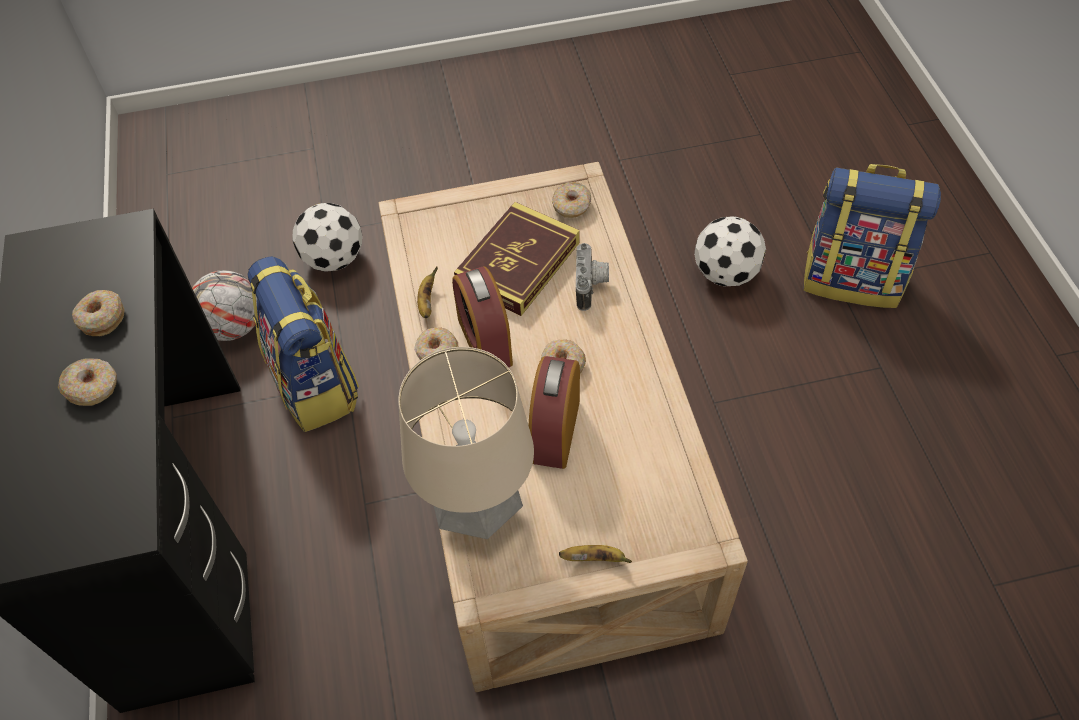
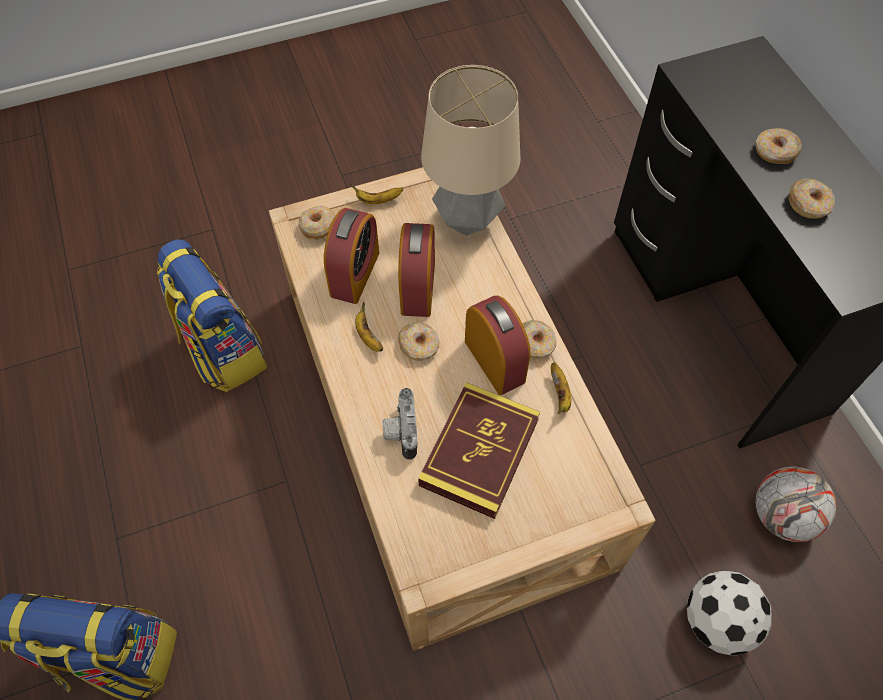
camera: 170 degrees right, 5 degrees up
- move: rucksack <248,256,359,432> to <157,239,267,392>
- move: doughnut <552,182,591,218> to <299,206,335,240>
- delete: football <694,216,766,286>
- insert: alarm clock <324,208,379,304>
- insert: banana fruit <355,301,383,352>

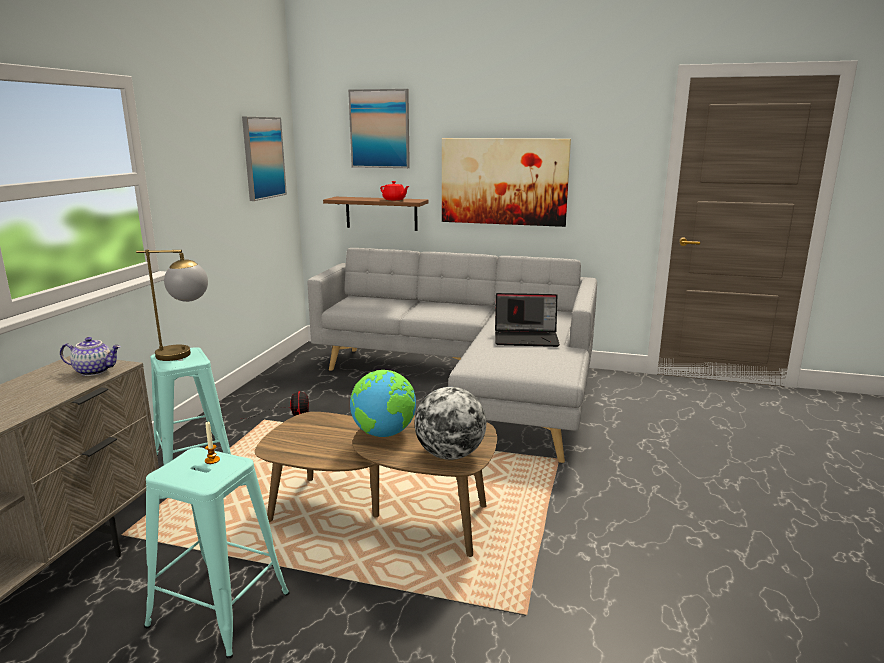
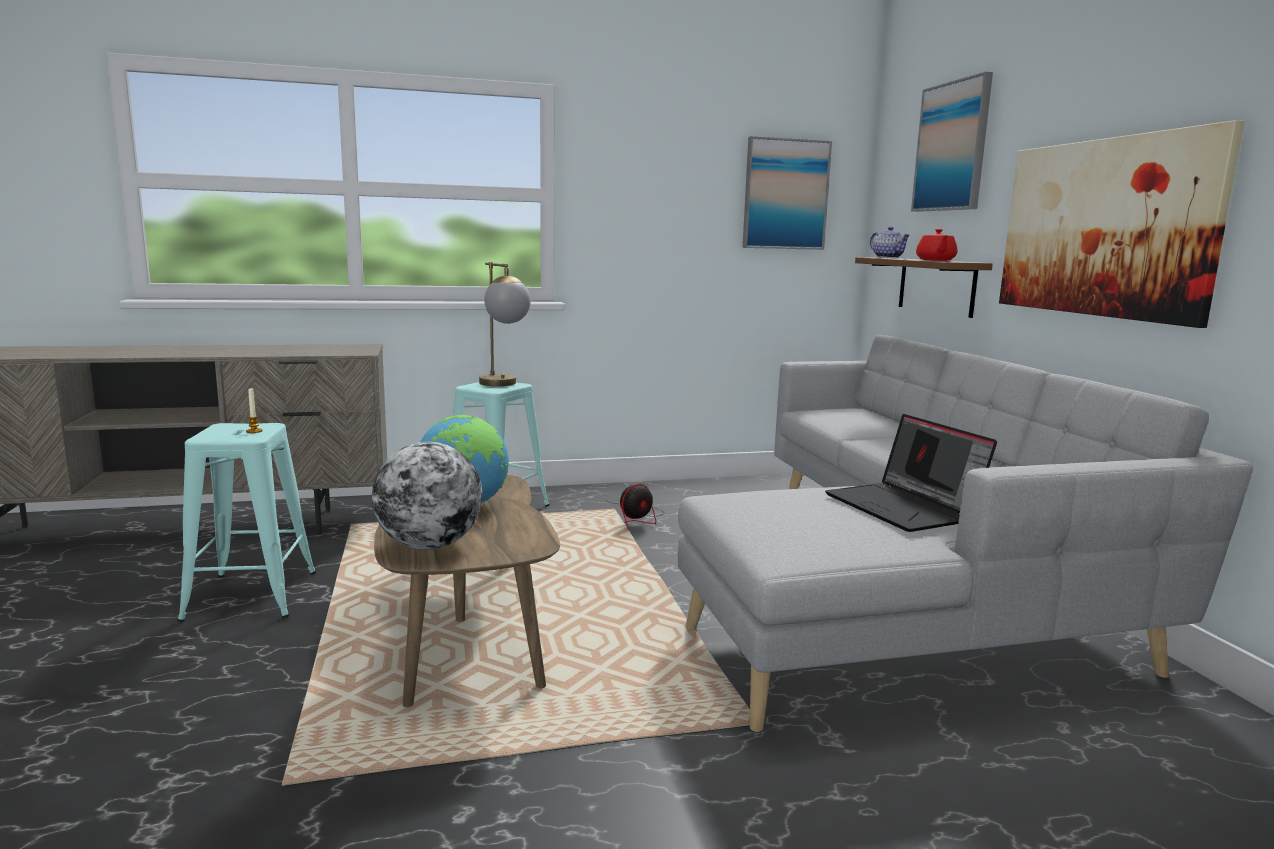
camera: 60 degrees right, 5 degrees down
- move: pot for tea <60,337,121,376> to <870,227,910,258>

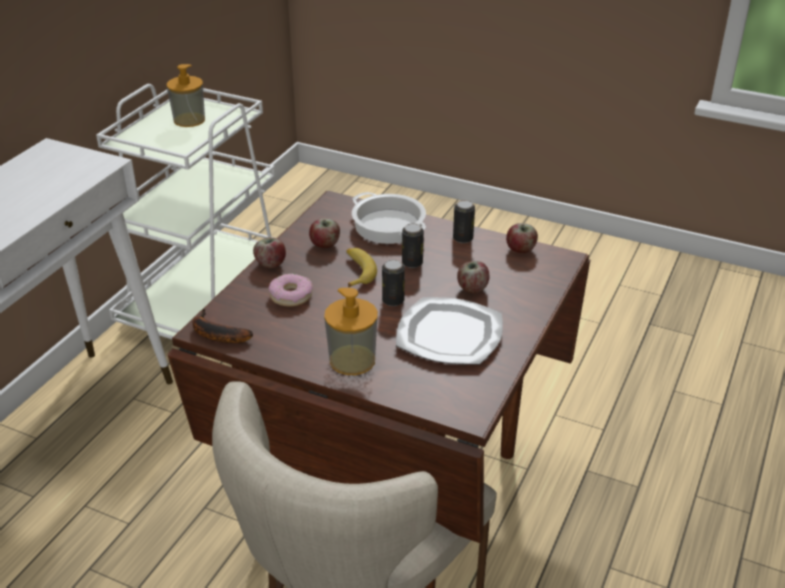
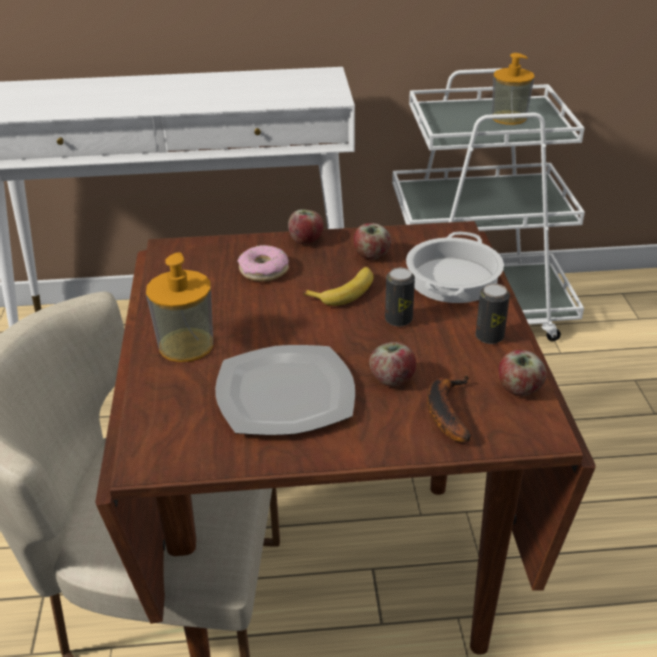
camera: 60 degrees right, 0 degrees up
- move: banana fruit <192,309,253,343> to <427,376,471,442>
- delete: sealed can <382,260,405,306>

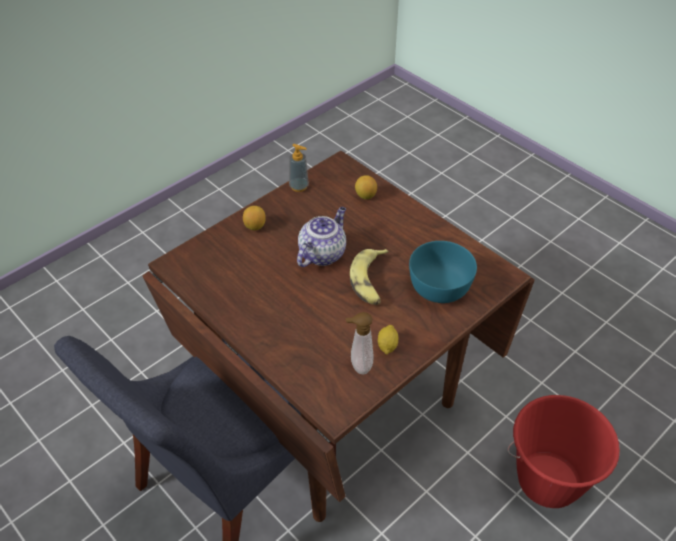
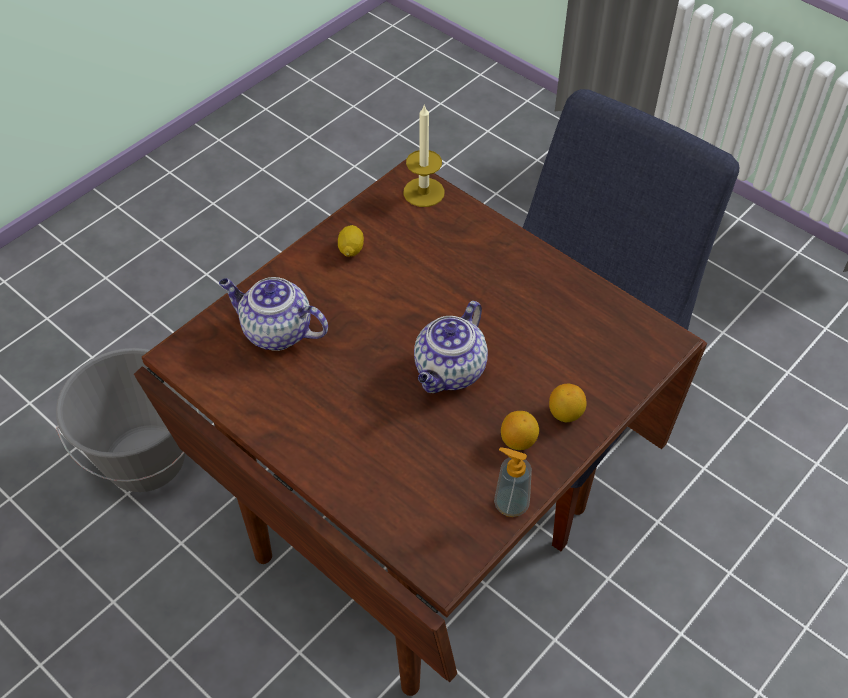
camera: 175 degrees right, 5 degrees up
- delete: soap bottle <346,312,374,375>
- delete: banana fruit <350,249,389,305>
- move: whole lemon <355,175,377,199> to <501,411,539,450>
- replace: serving bowl in turquoise <409,241,477,303> to pot for tea <219,277,328,351>
- recolor: water bucket in reddish <507,395,620,508> to water bucket in grey <56,348,199,492>
- insert: wax light <403,104,444,207>

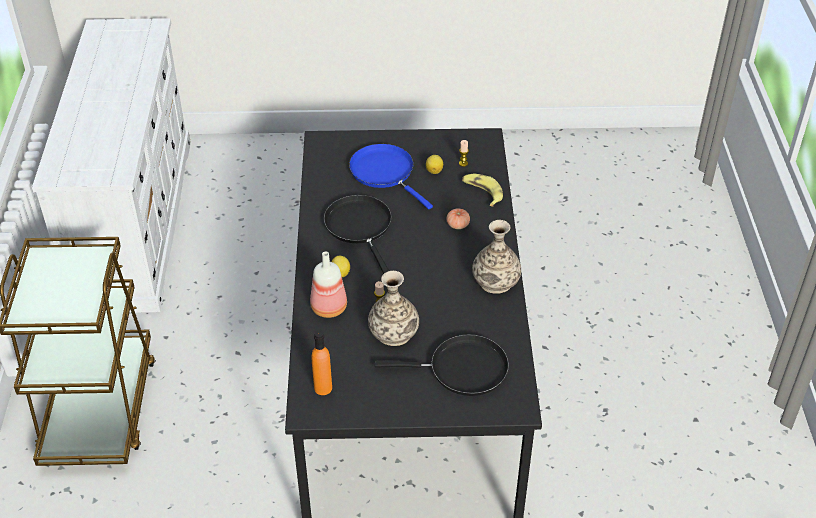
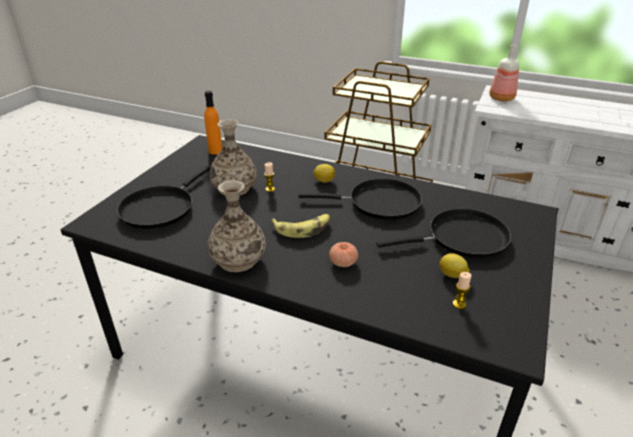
camera: 115 degrees right, 10 degrees down
- move: bottle <310,251,347,318> to <489,44,519,101>
- recolor: skillet in blue <349,144,433,209> to skillet in black-coloured <376,208,511,258>
- move: banana fruit <462,174,503,207> to <271,214,330,238>

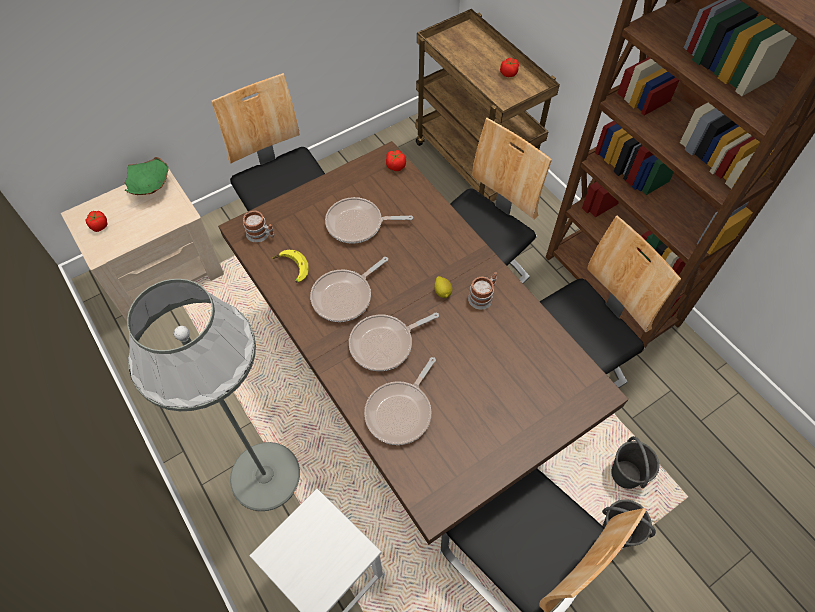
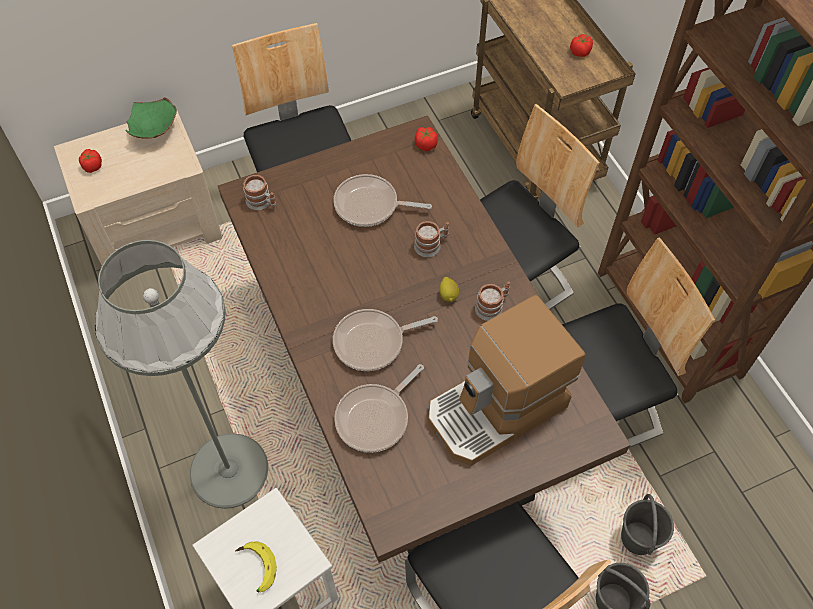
camera: 10 degrees right, 0 degrees up
- move: banana fruit <272,250,309,282> to <235,542,277,593>
- delete: skillet <310,257,388,322>
- insert: mug <414,221,449,257>
- insert: coffee brewer <428,295,586,466>

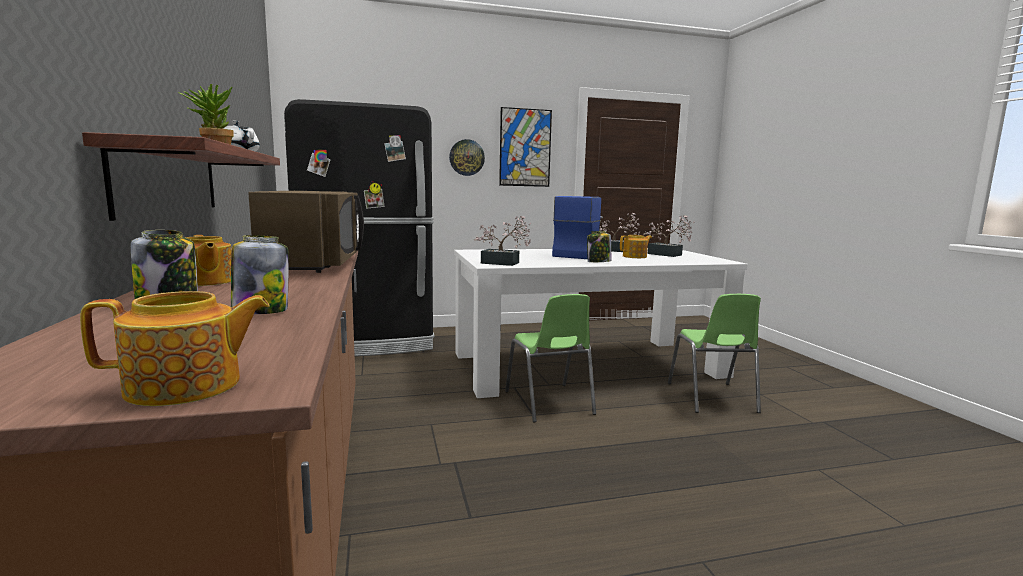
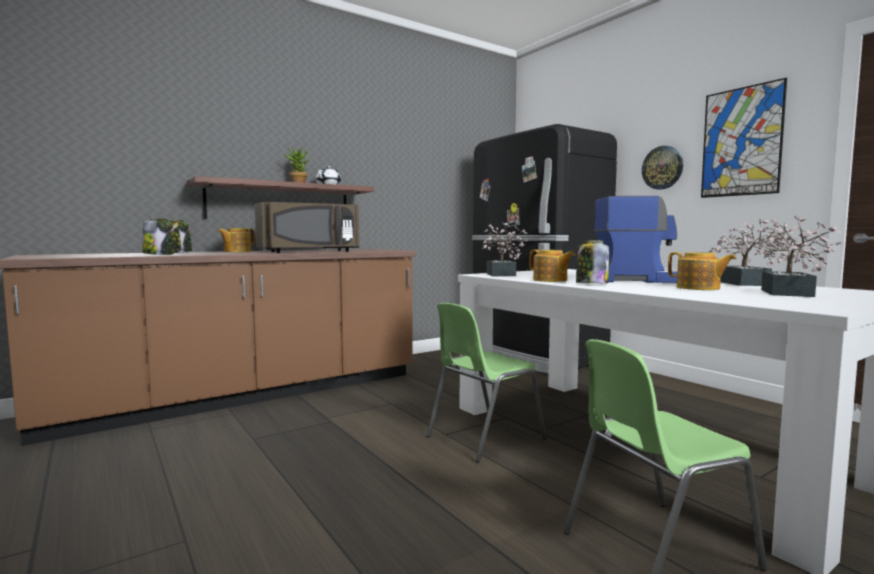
camera: 70 degrees right, 5 degrees down
- move: pot for tea <80,291,270,406> to <529,250,575,282>

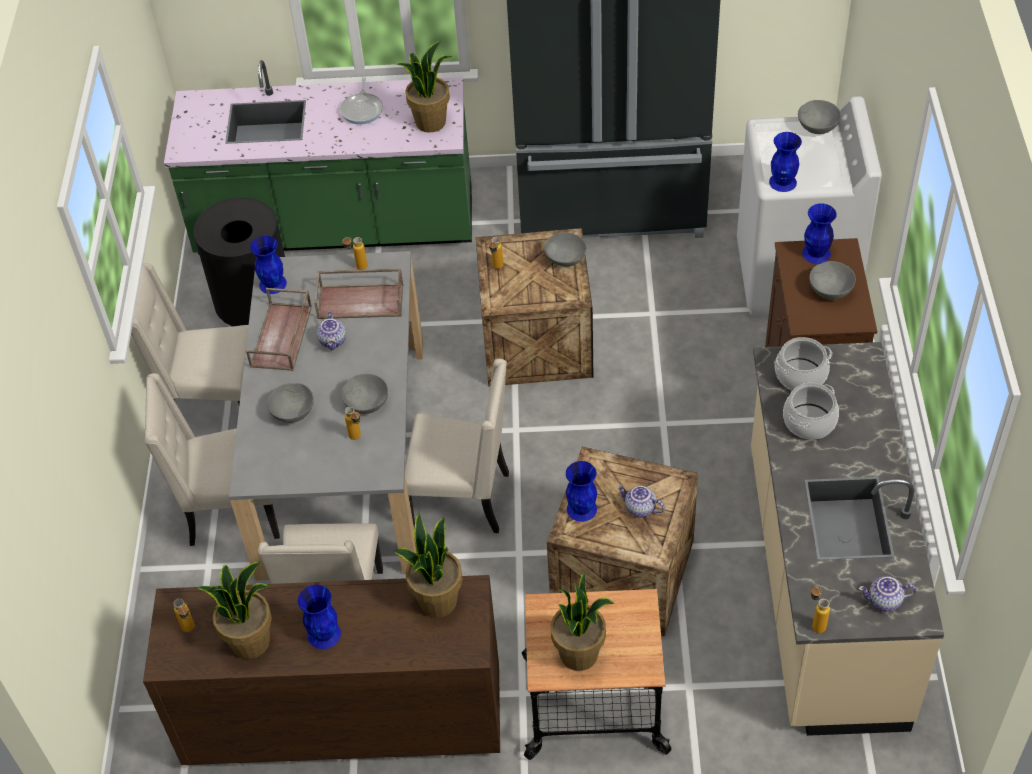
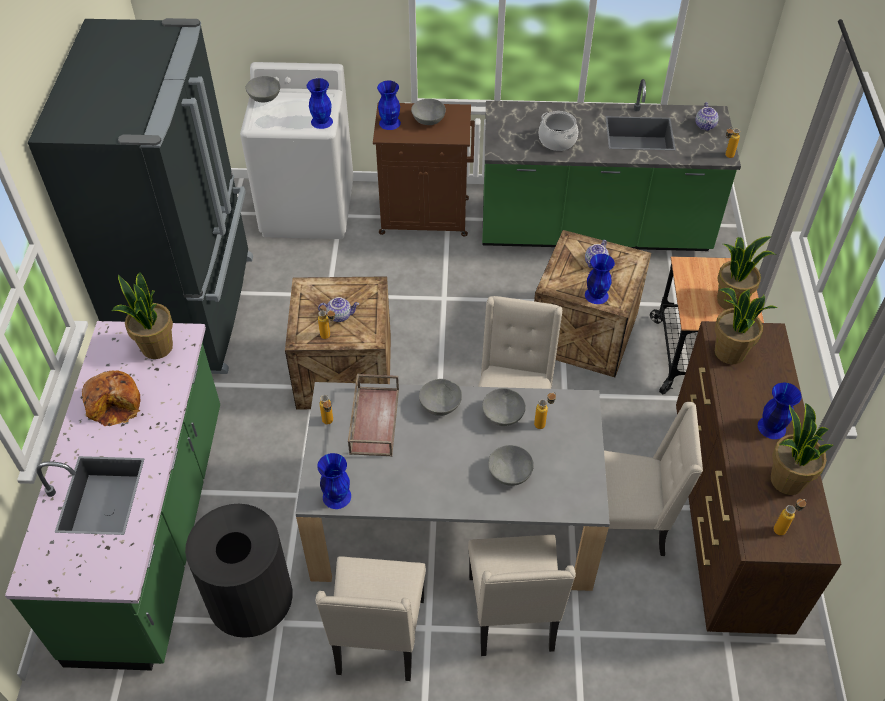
camera: 90 degrees left, 0 degrees up
- delete: serving tray in brown <246,288,312,371>
- move: pot for tea <317,311,346,350> to <318,297,359,322>
- replace: skillet <340,77,383,124> to bakery bread <82,371,141,426>
- move: serving bowl in grey <544,232,587,267> to <419,379,462,416>
- recolor: kitchen counter in sand-coloured <751,342,944,736> to kitchen counter in green-coloured <482,79,741,251>
- delete: cooking pot <774,337,832,390>

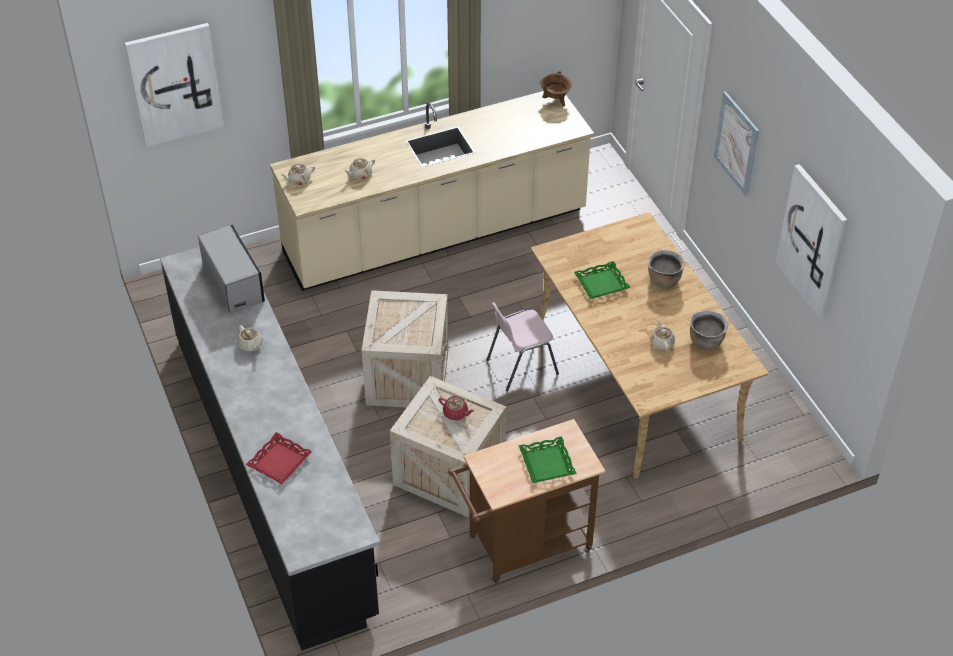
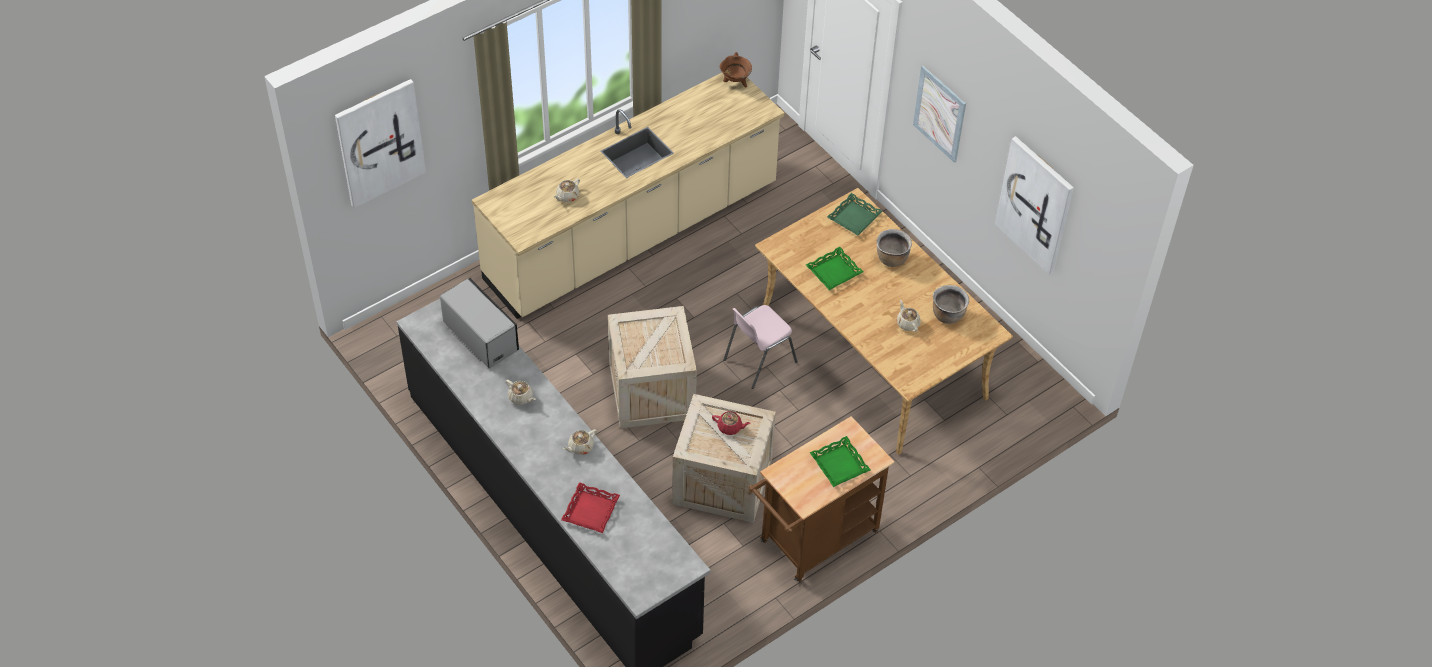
camera: 15 degrees left, 5 degrees up
- move: pot for tea in sand-coloured <280,164,315,185> to <563,429,597,455>
- insert: serving tray in green-coloured <827,193,883,236>

